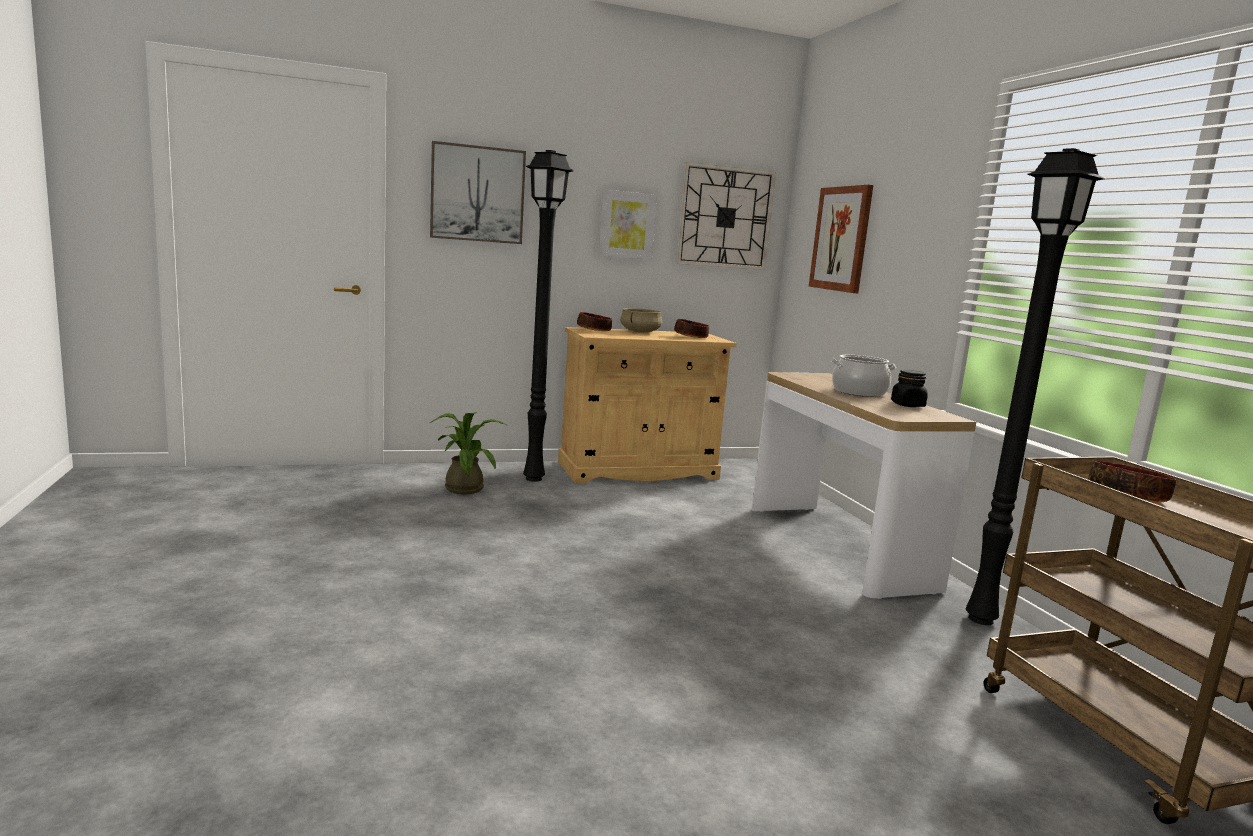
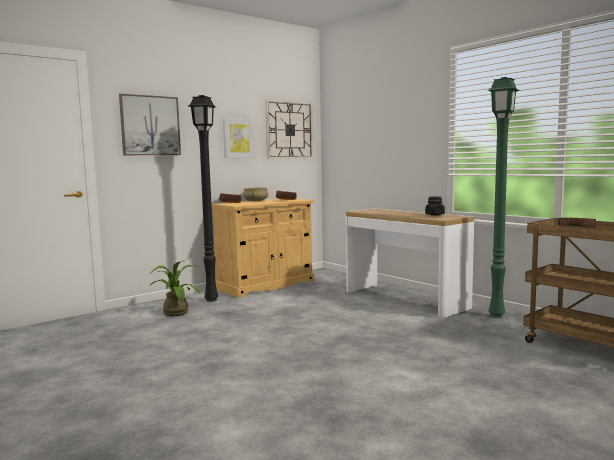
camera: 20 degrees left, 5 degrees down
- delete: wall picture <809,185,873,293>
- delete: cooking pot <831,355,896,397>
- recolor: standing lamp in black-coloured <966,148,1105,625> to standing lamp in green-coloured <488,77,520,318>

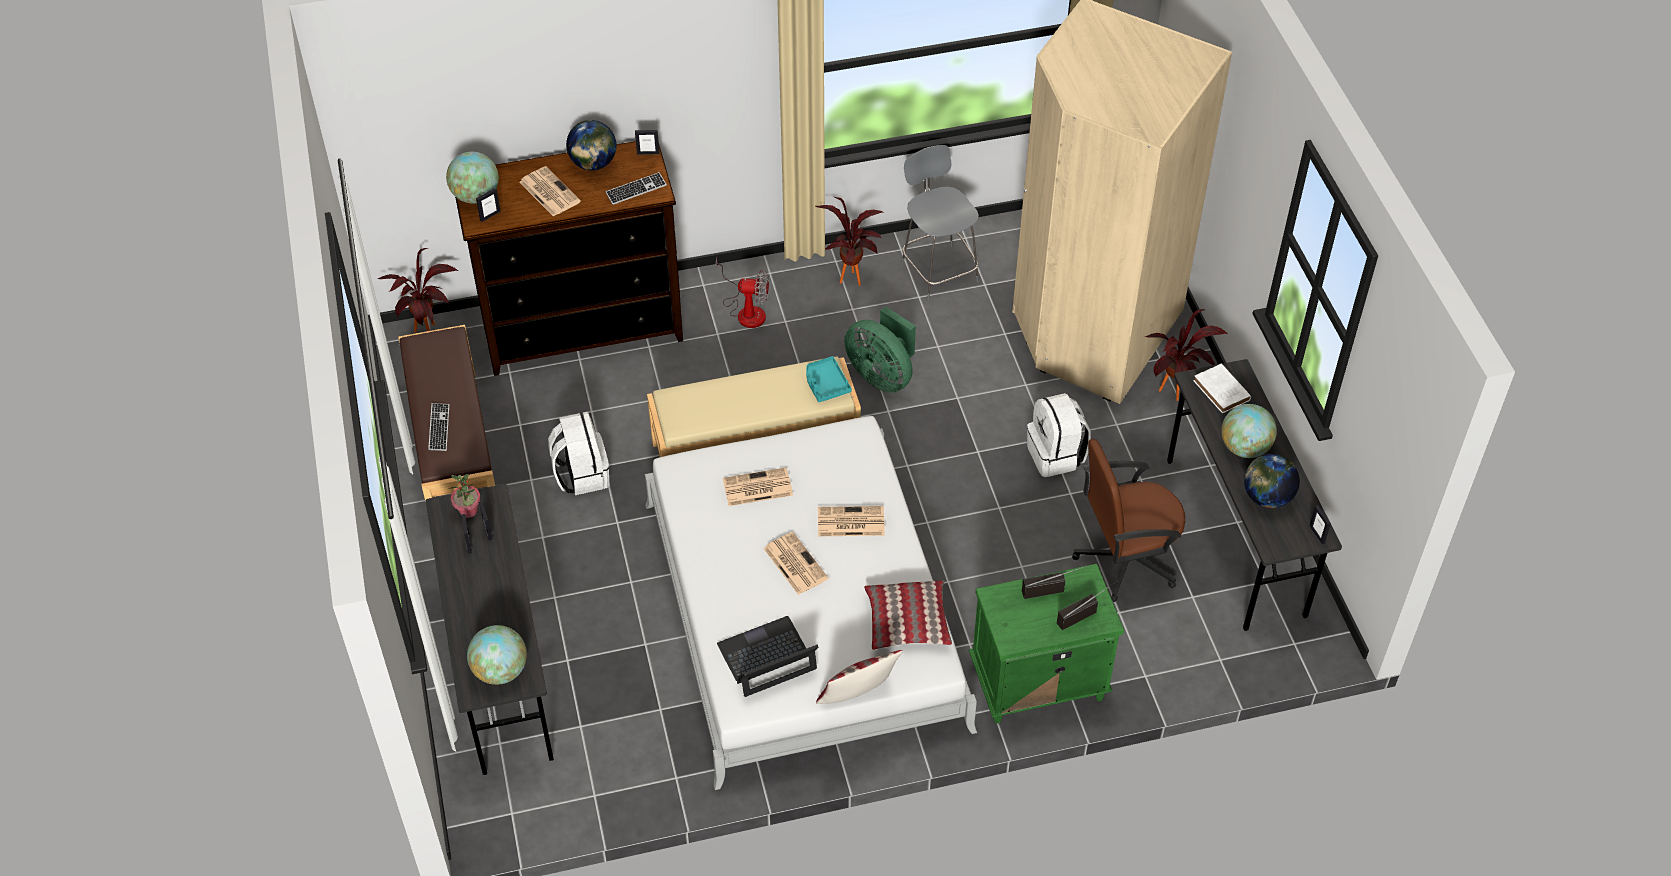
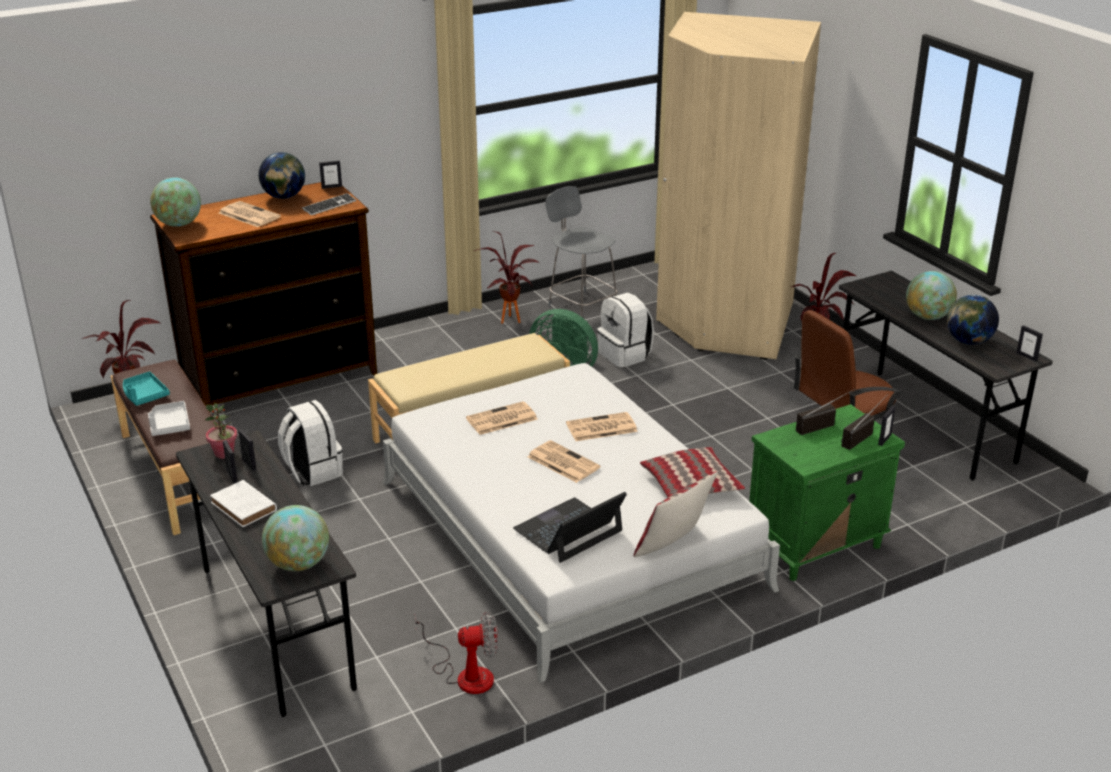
camera: 15 degrees left, 20 degrees down
- replace: keyboard <428,403,449,451> to serving tray in whitish <148,401,190,436>
- move: picture frame <476,188,501,222> to <878,406,895,446>
- move: electric fan <716,258,769,328> to <415,612,498,694>
- move: serving tray in turquoise <806,356,852,402> to <123,371,170,406>
- move: rucksack in whitish <1027,393,1091,477> to <597,292,654,368>
- move: bound book in whitish <1193,364,1251,413> to <210,480,277,527>

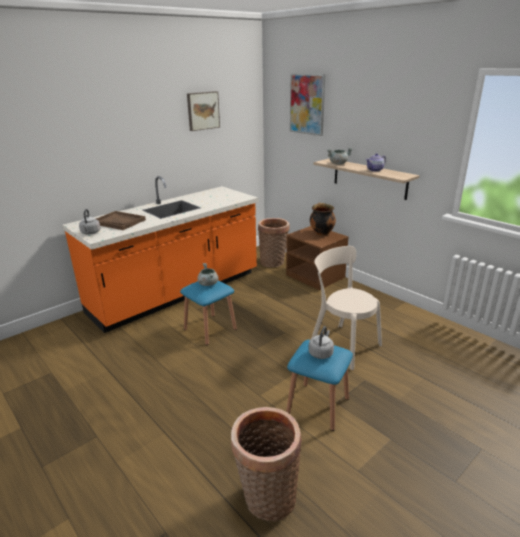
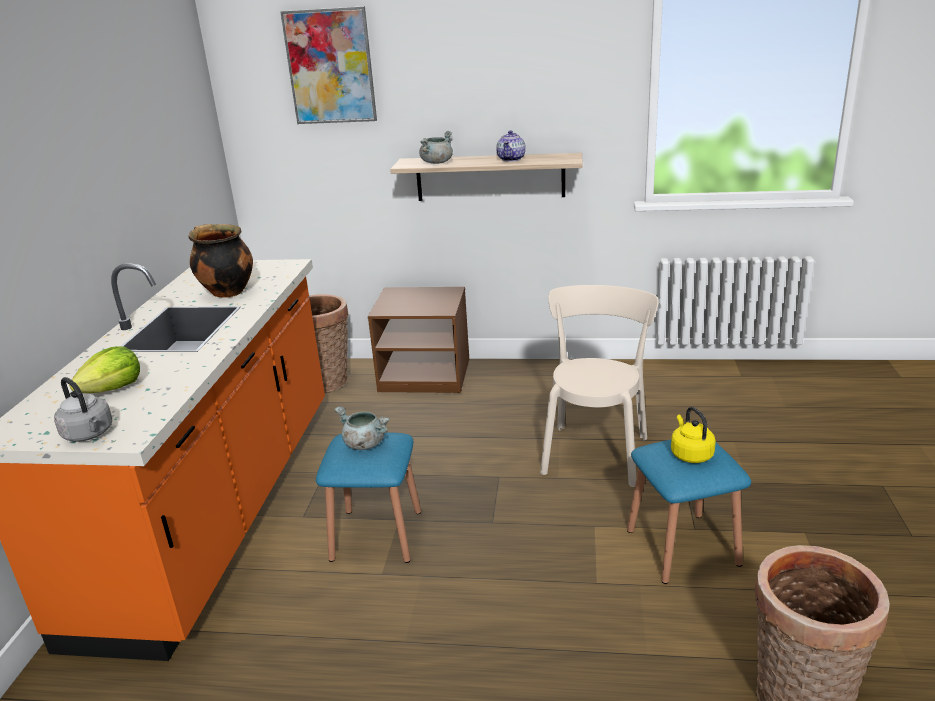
camera: 40 degrees left, 0 degrees up
- replace: serving tray in brown <96,211,146,230> to head of lettuce <69,346,140,393>
- delete: wall picture <187,91,220,131>
- recolor: water kettle in grey <308,326,334,359> to water kettle in yellow <671,407,716,463>
- move: cooking pot <310,203,336,236> to <189,224,253,298>
- rotate: upright chair in sand-coloured <312,246,382,370> = <540,285,659,487> 105 degrees clockwise

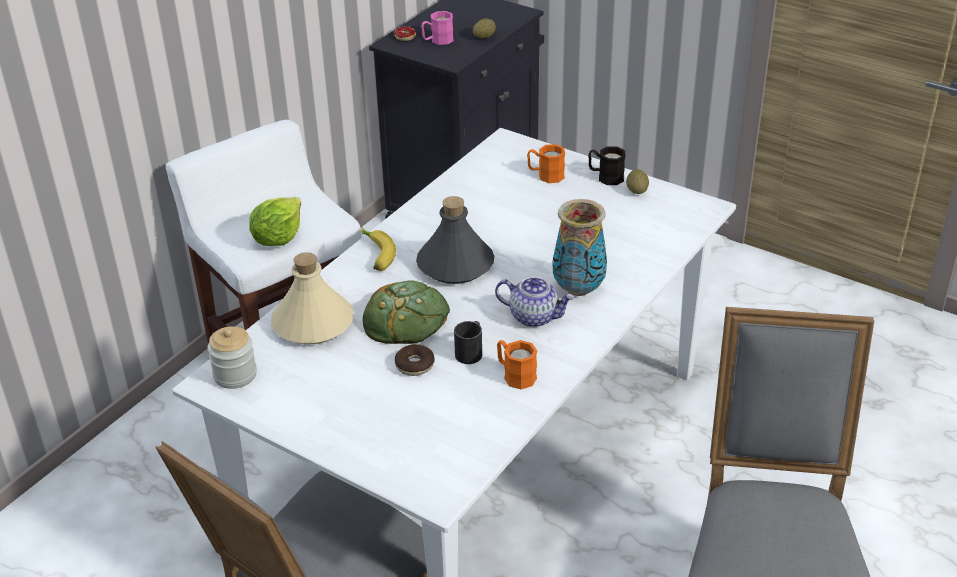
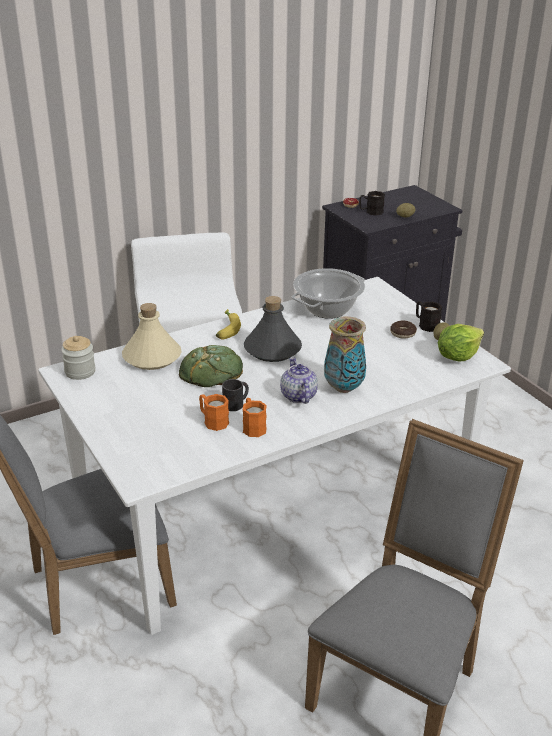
camera: 25 degrees right, 5 degrees down
- move: head of lettuce <249,197,301,246> to <438,324,484,361>
- move: doughnut <395,344,435,376> to <390,321,417,338>
- recolor: mug in pink <421,11,454,45> to mug in black-coloured <359,191,385,216>
- rotate: pot for tea <495,277,574,327> = <280,357,318,404> 150 degrees counterclockwise
- move: mug in orangey <527,144,565,183> to <199,394,229,431>
- insert: cooking pot <292,268,365,319>

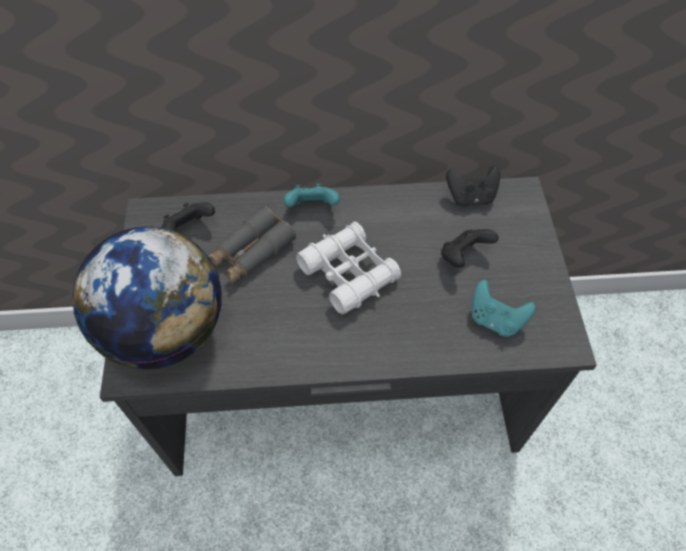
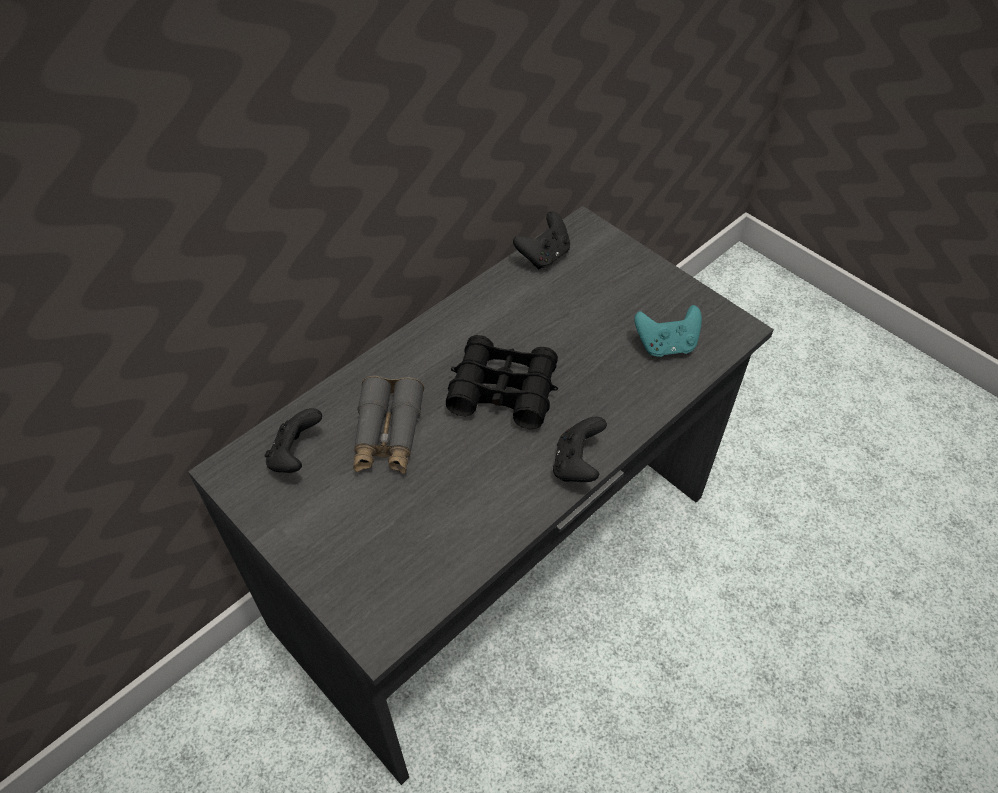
camera: 40 degrees left, 5 degrees down
- delete: globe <72,226,222,370>
- delete: gamepad in turquoise <284,184,340,207>
- recolor: binoculars in whitish <296,222,401,314> to binoculars in black-coloured <446,335,558,429>
- move: gamepad in black-coloured <441,229,499,268> to <553,417,607,482>

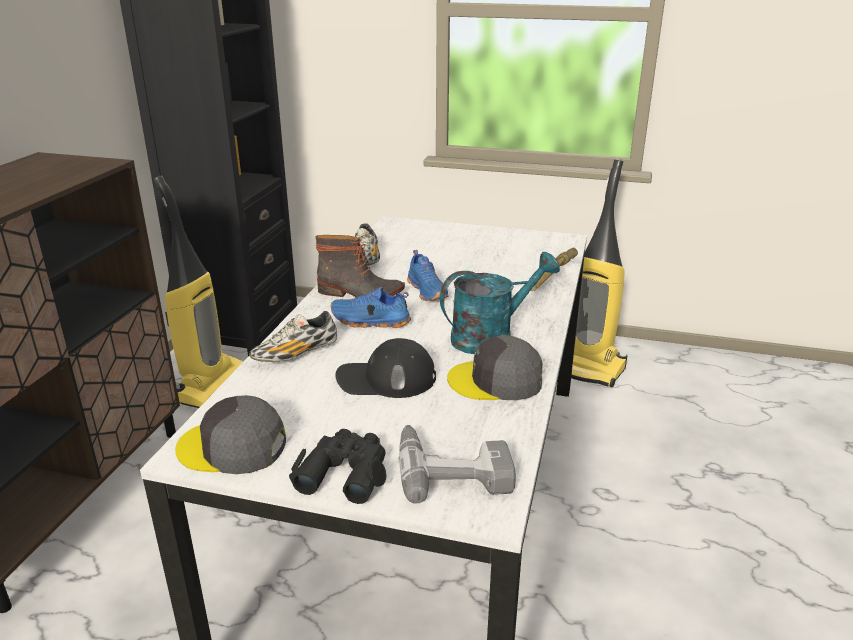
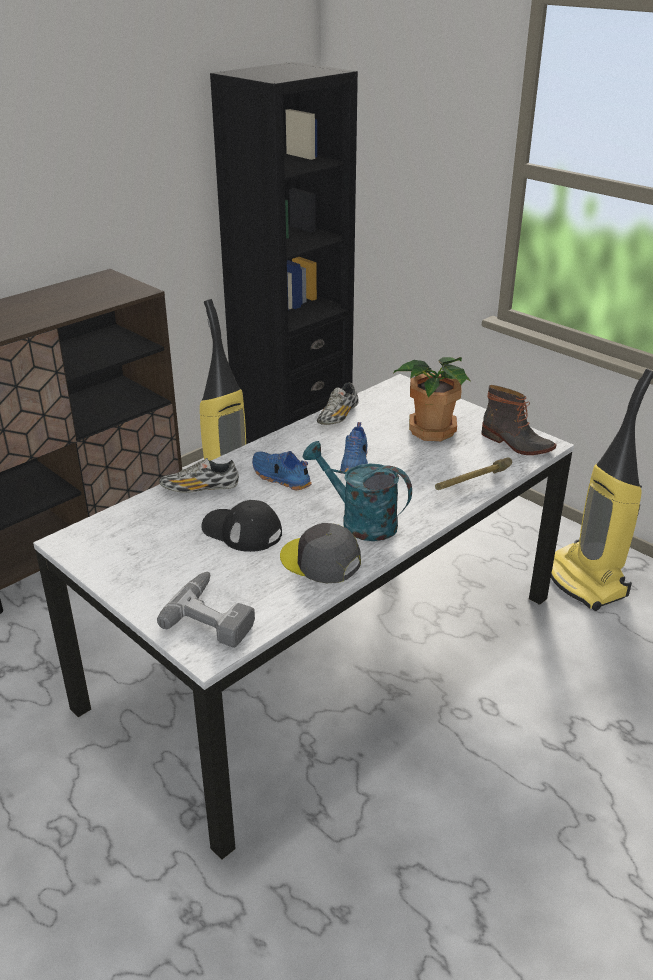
camera: 30 degrees right, 5 degrees up
- delete: cap in grey <175,395,286,474>
- delete: binoculars in black-coloured <289,429,386,504>
- move: high-top boot <316,235,405,297> to <481,385,557,455>
- rotate: watering can in turquoise <440,252,560,354> = <303,441,412,541> 150 degrees counterclockwise
- insert: houseplant <394,357,471,441>

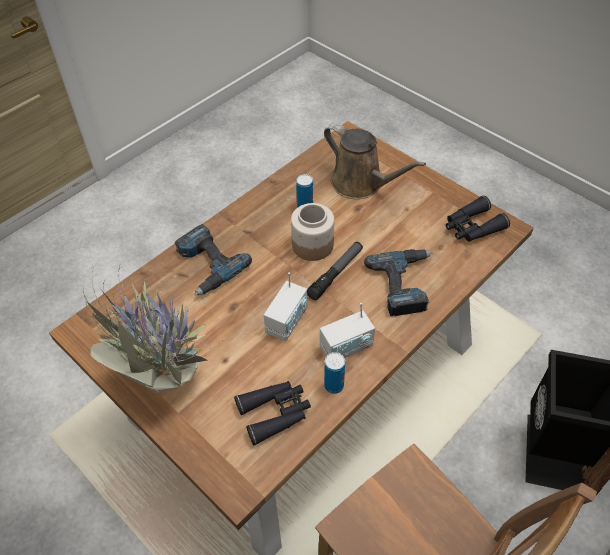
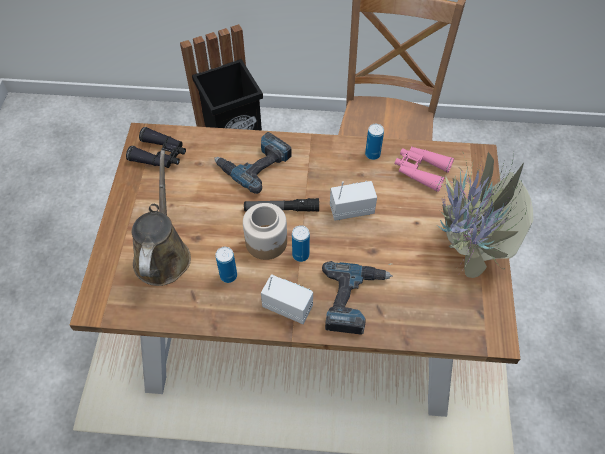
camera: 130 degrees left, 5 degrees up
- recolor: binoculars in black-coloured <234,381,311,446> to binoculars in pink <395,146,454,192>
- move: radio receiver <320,303,375,358> to <261,274,313,324>
- insert: sealed can <292,225,310,262>

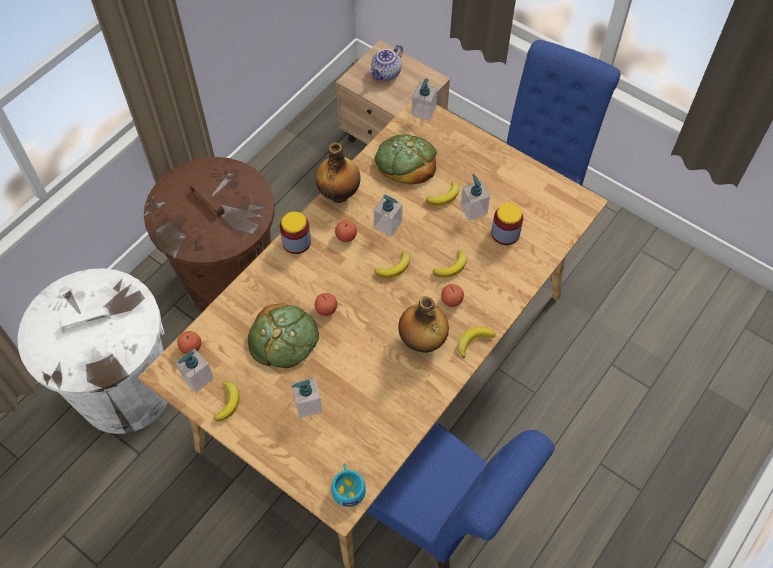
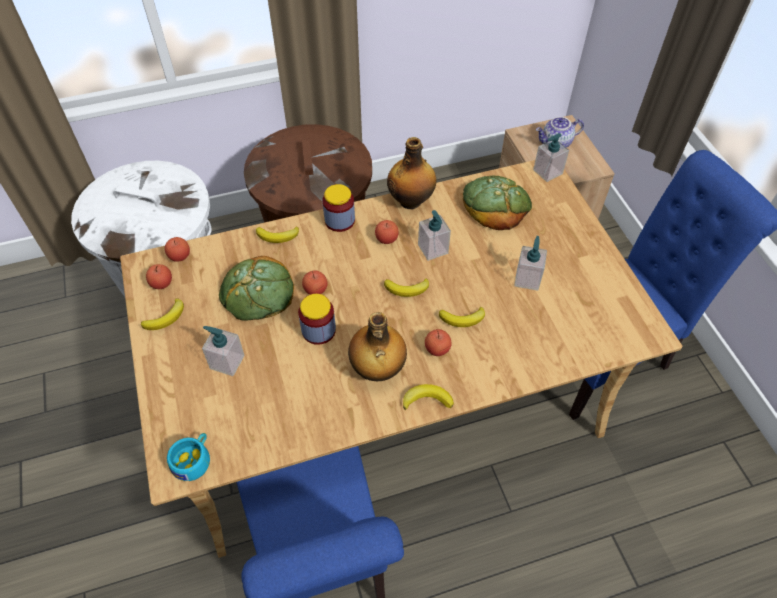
camera: 35 degrees right, 5 degrees down
- replace: soap bottle <175,348,214,393> to apple fruit <146,264,172,289>
- move: banana fruit <426,182,459,206> to <256,226,299,243>
- move: preserve jar <491,203,523,245> to <298,294,336,345>

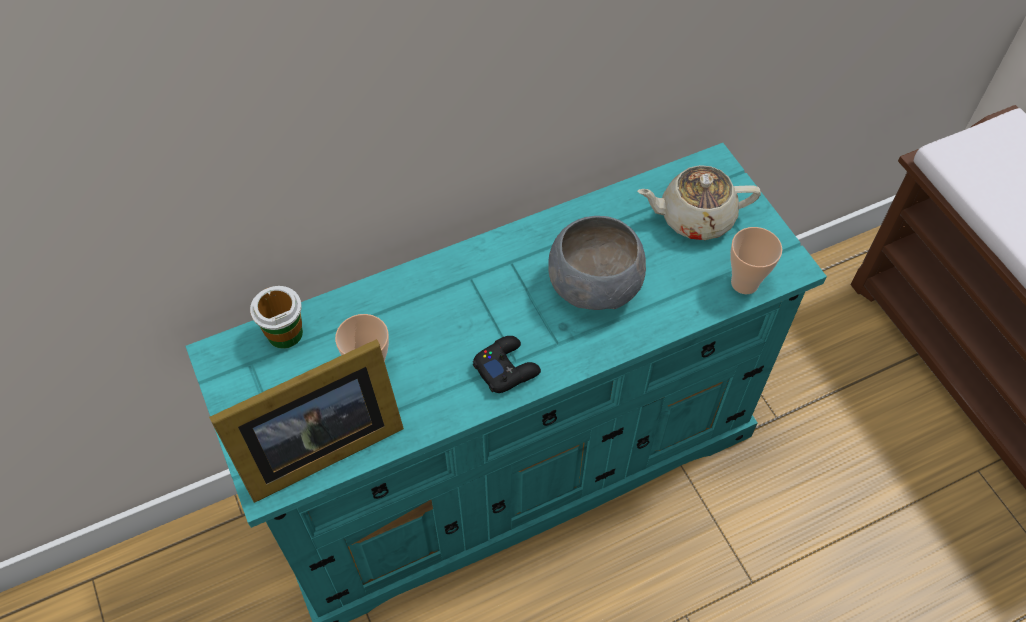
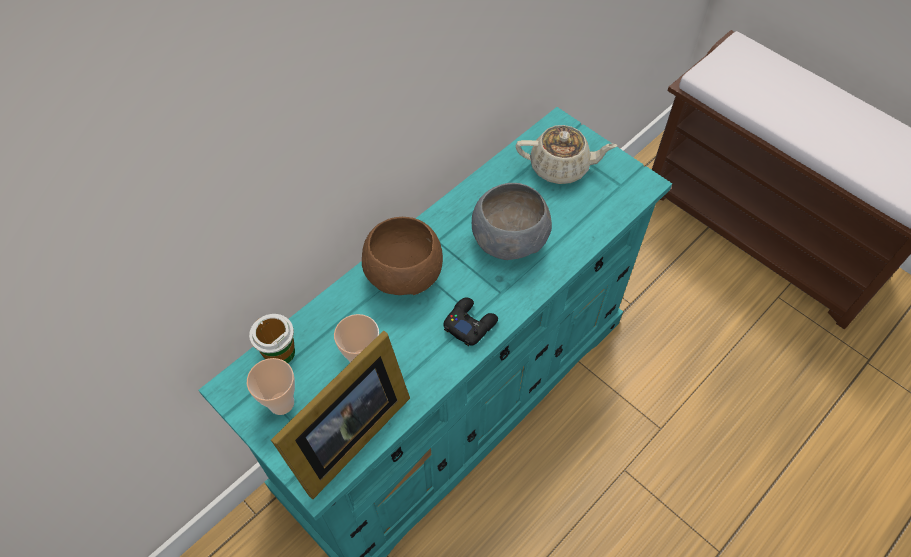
camera: 20 degrees left, 0 degrees up
- rotate: pot for tea in sand-coloured <637,165,761,240> = <515,125,618,184> 150 degrees counterclockwise
- move: cup <730,227,782,294> to <247,358,295,415>
- insert: serving bowl in brown <362,217,443,295>

